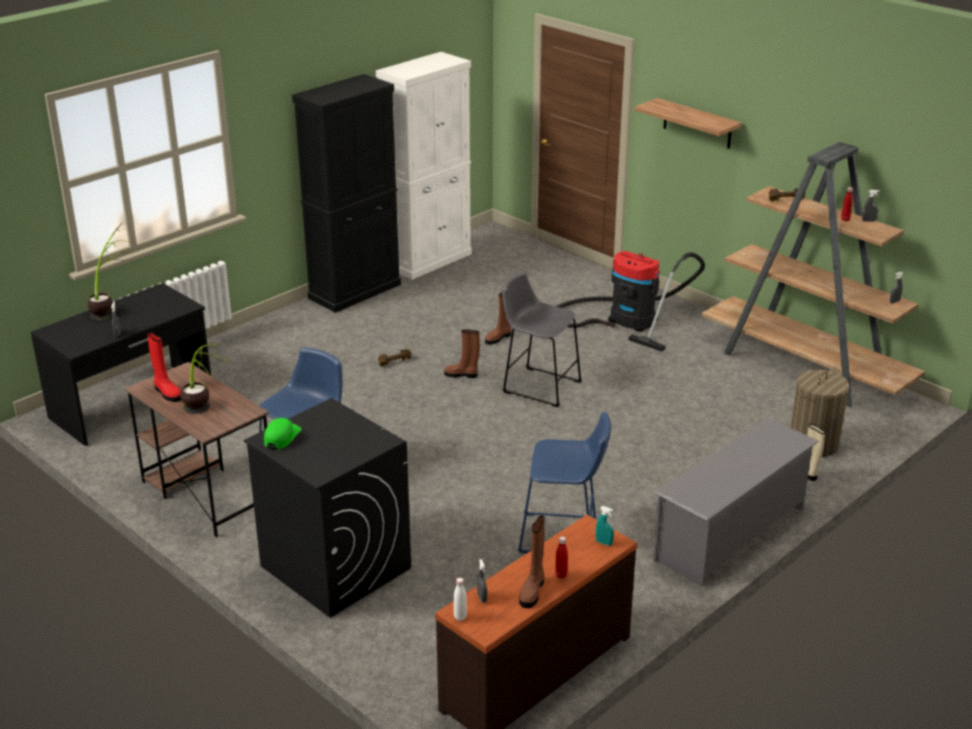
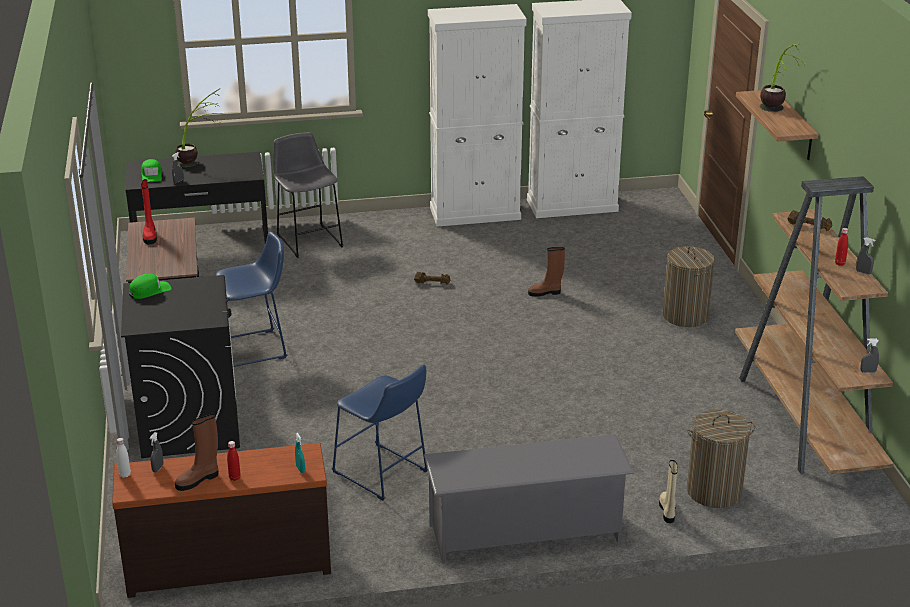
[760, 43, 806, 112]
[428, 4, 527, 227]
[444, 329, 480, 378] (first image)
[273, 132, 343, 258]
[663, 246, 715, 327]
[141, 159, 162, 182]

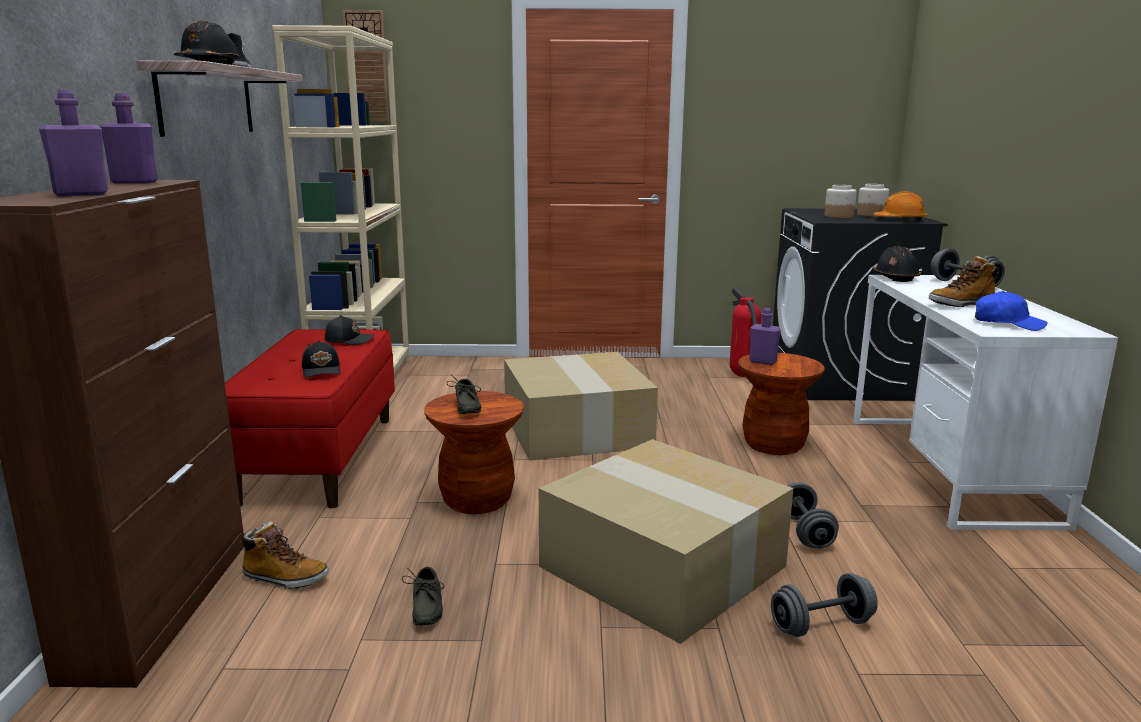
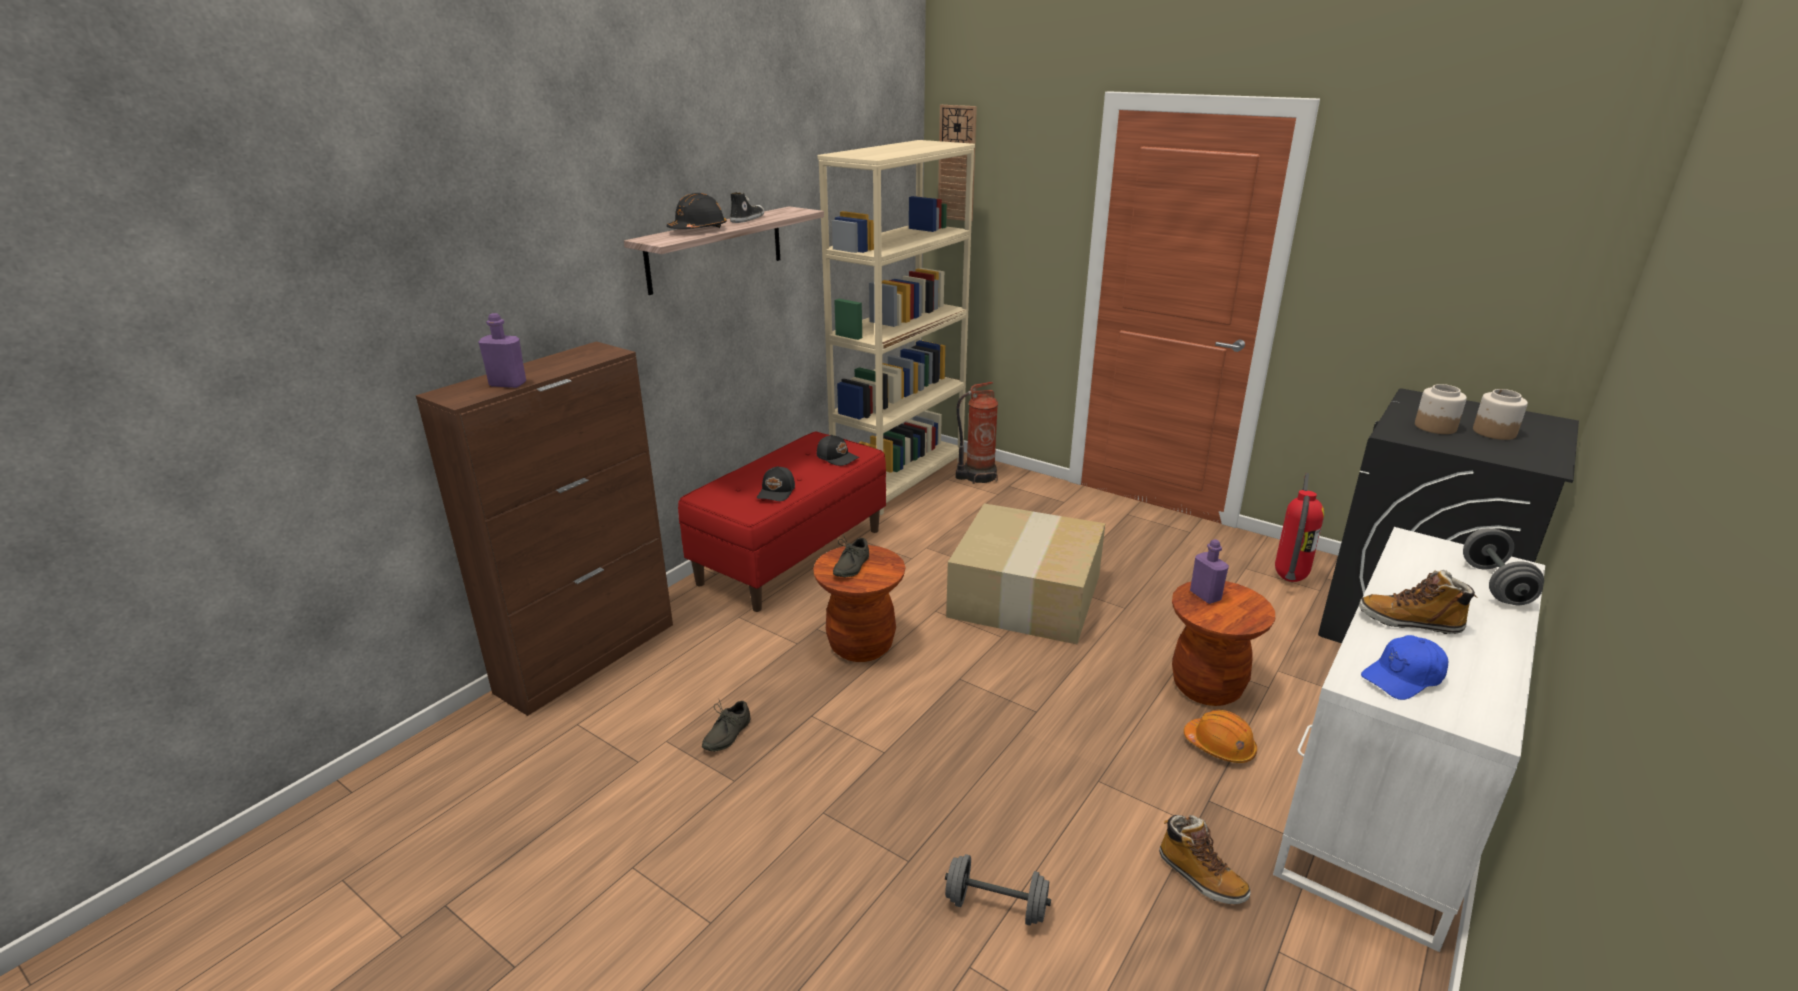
[101, 93, 158, 184] (first image)
[1159, 815, 1251, 904]
[539, 439, 794, 644] (first image)
[787, 483, 839, 549] (first image)
[872, 246, 921, 282] (first image)
[1184, 710, 1257, 763]
[1361, 635, 1448, 700]
[956, 382, 998, 484]

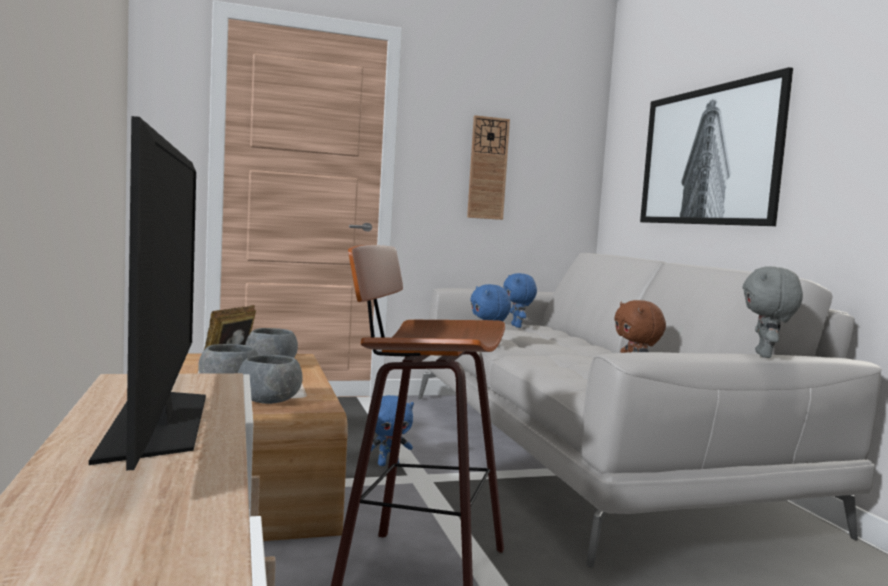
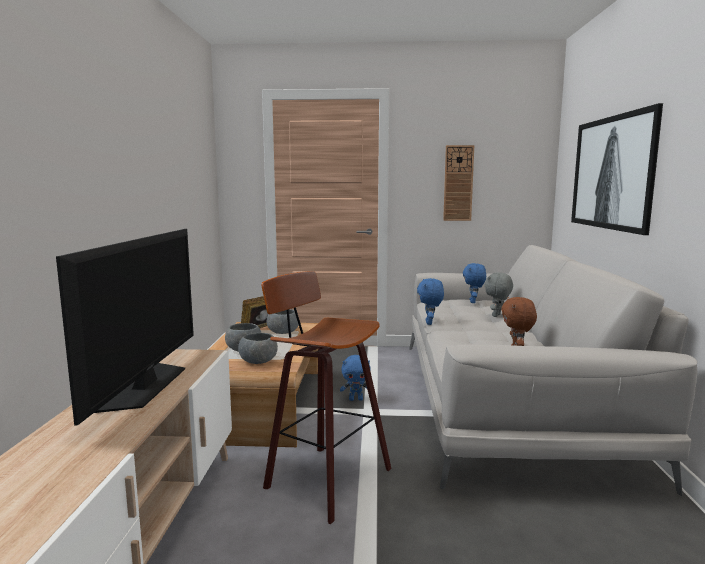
[484, 272, 513, 317]

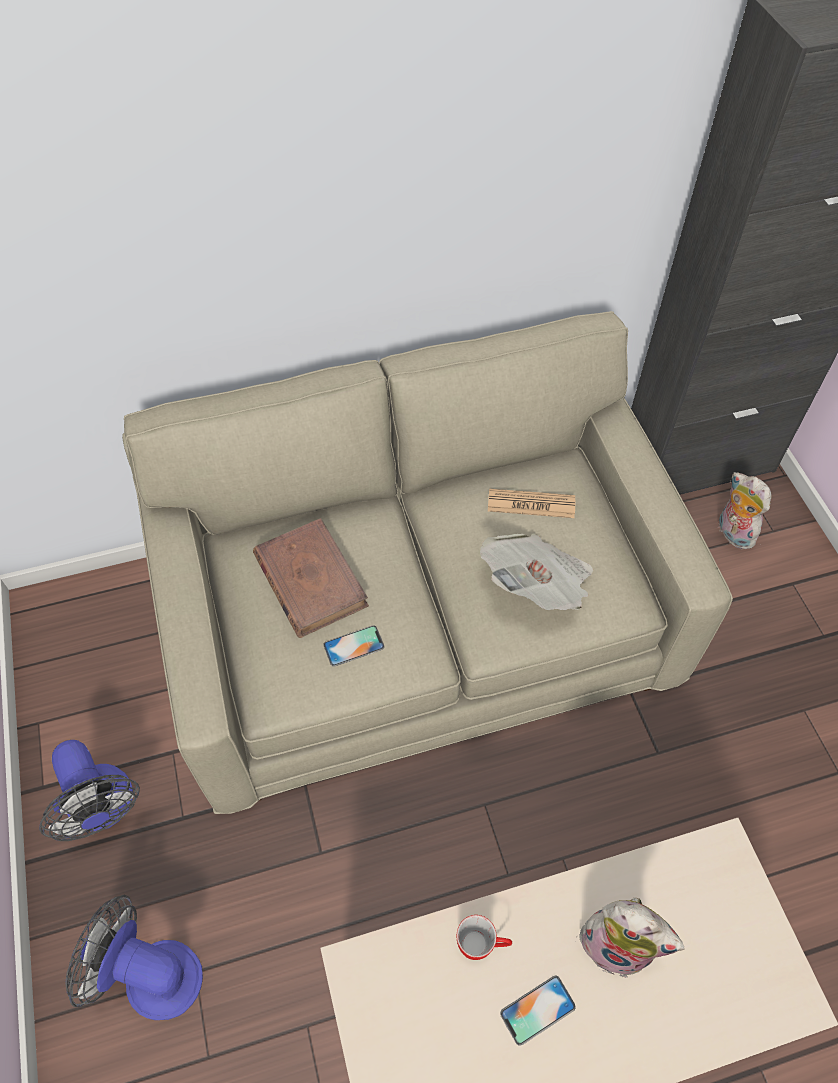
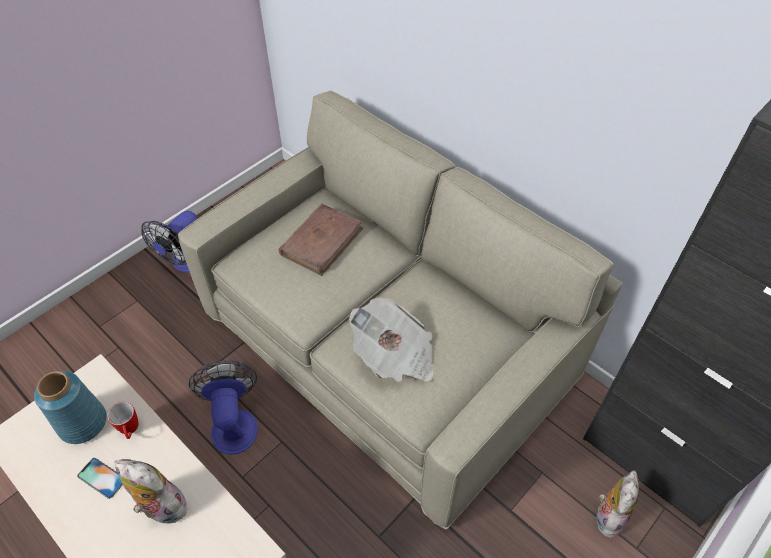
[188, 360, 258, 454]
[323, 625, 385, 667] (first image)
[488, 489, 575, 518] (first image)
[114, 459, 193, 526]
[34, 371, 107, 444]

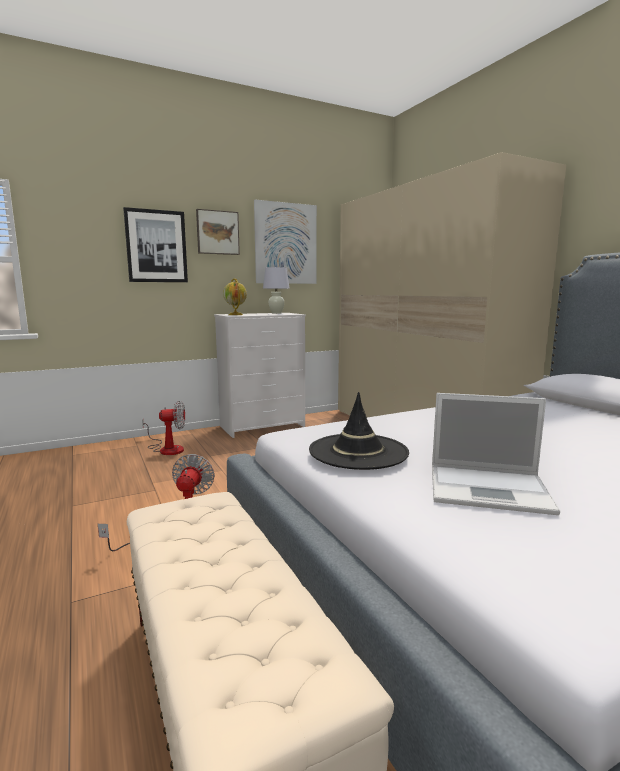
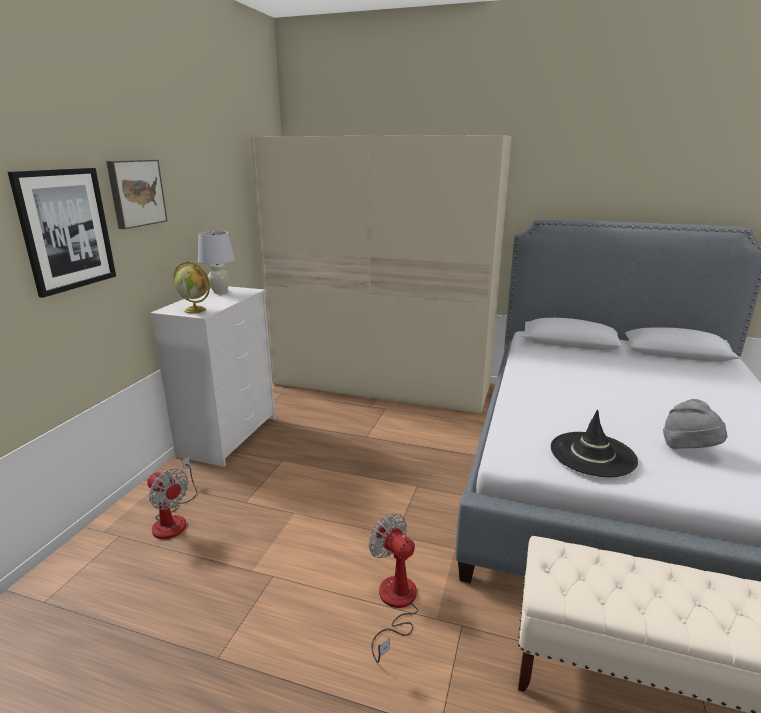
[147, 457, 197, 539]
[254, 200, 317, 284] (first image)
[663, 399, 727, 449]

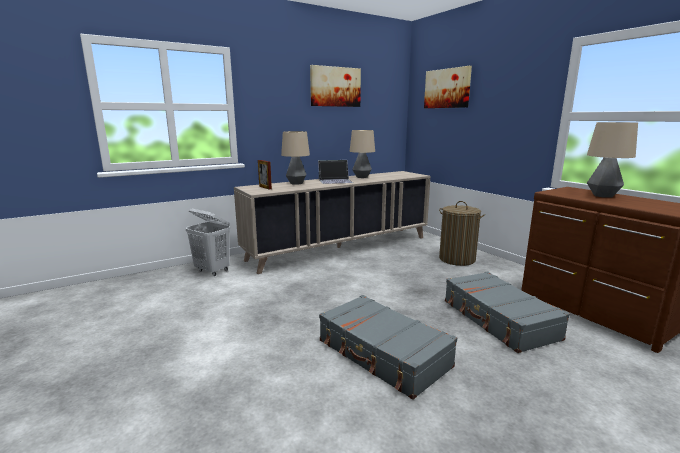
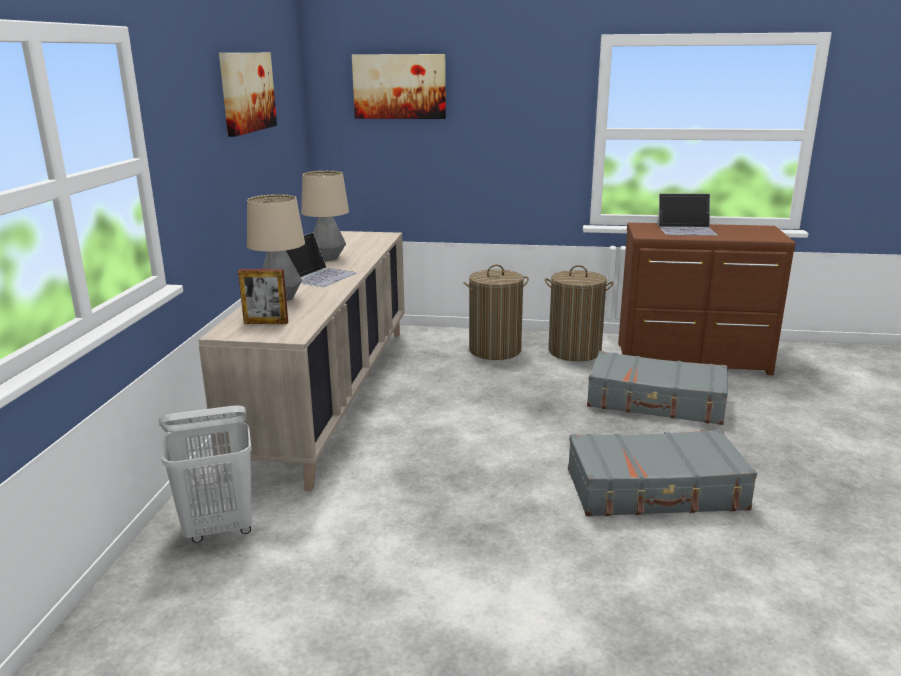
[657, 193, 718, 236]
[545, 265, 614, 361]

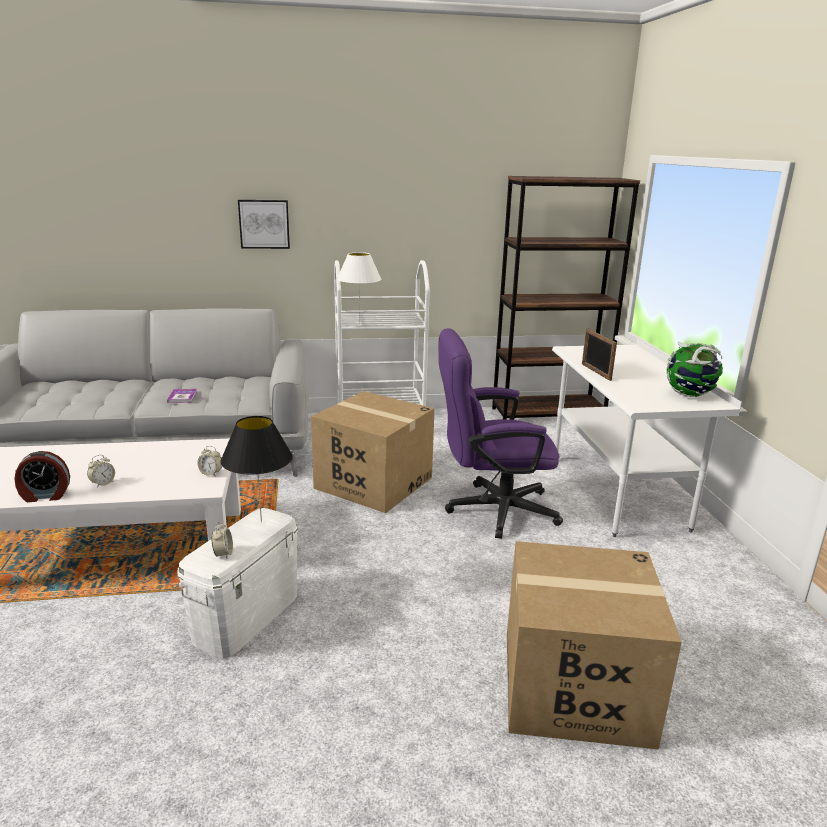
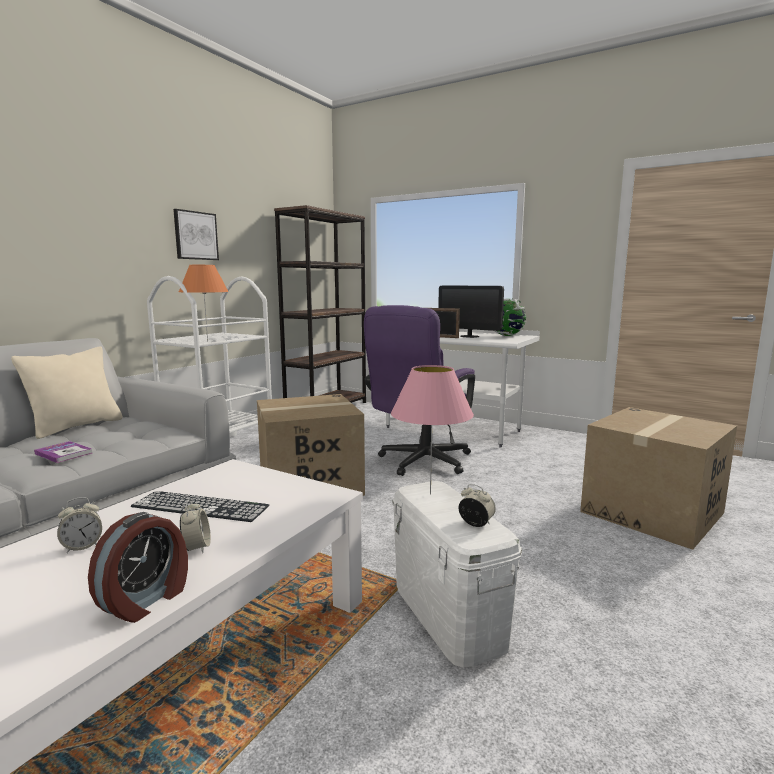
[57, 497, 102, 553]
[391, 365, 474, 494]
[173, 209, 219, 260]
[179, 265, 229, 342]
[11, 346, 123, 439]
[131, 491, 269, 522]
[438, 285, 504, 338]

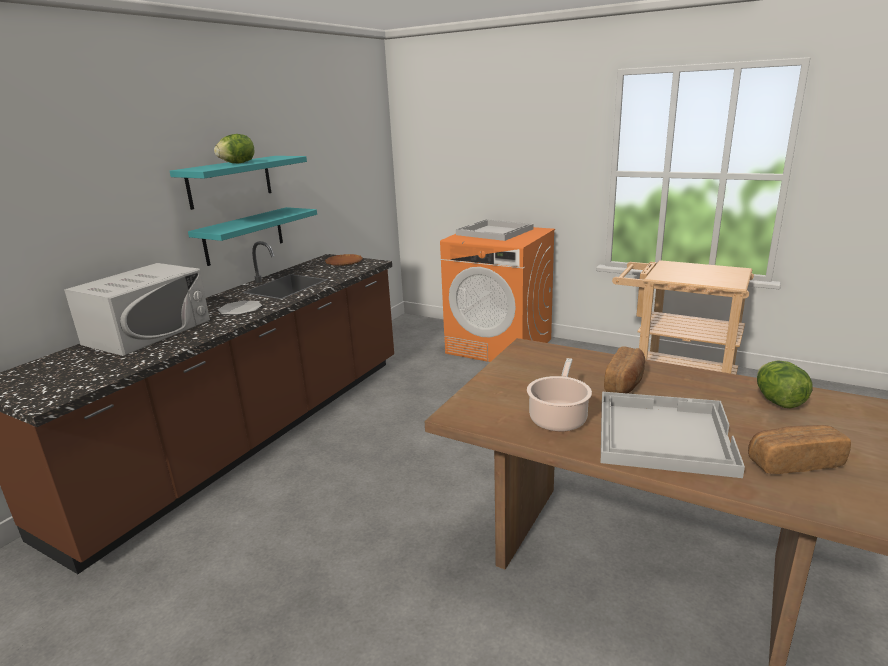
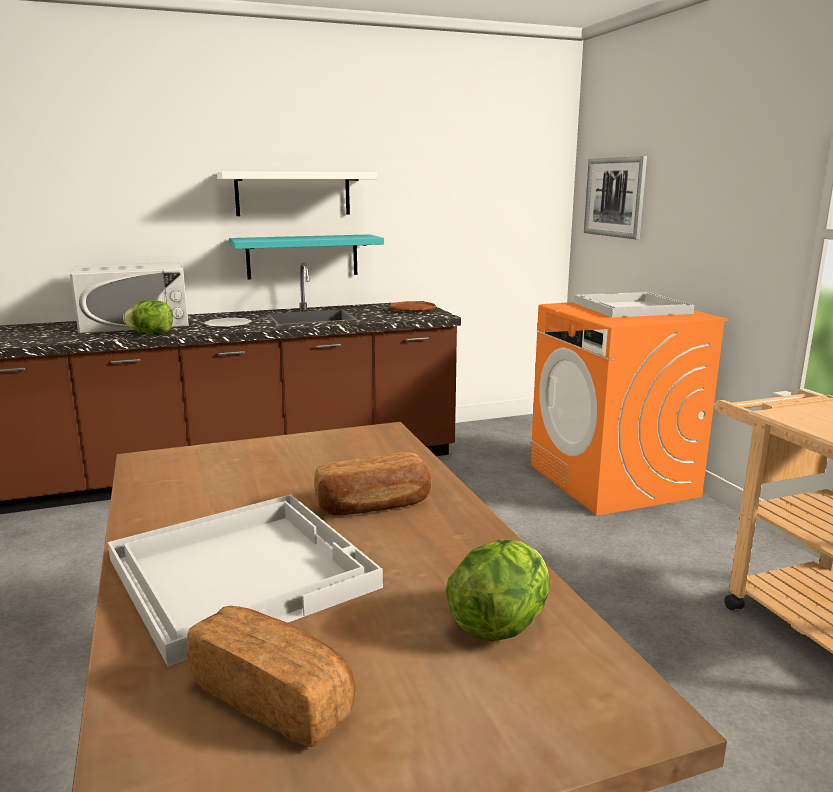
[217, 172, 377, 216]
[123, 300, 173, 335]
[527, 358, 592, 432] (first image)
[584, 156, 647, 239]

